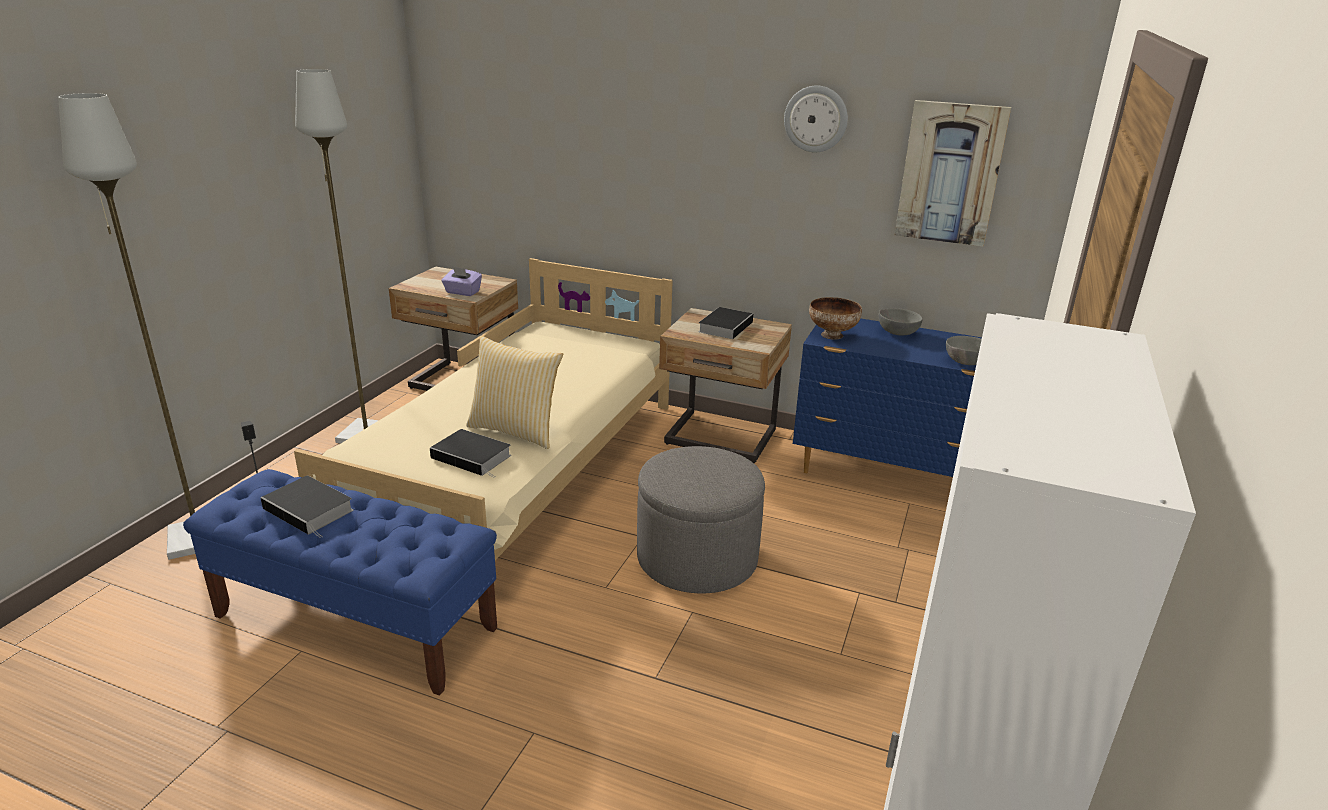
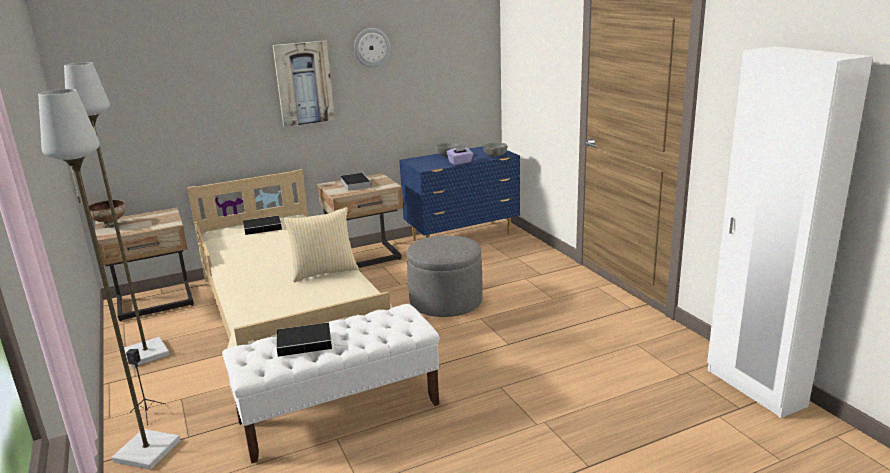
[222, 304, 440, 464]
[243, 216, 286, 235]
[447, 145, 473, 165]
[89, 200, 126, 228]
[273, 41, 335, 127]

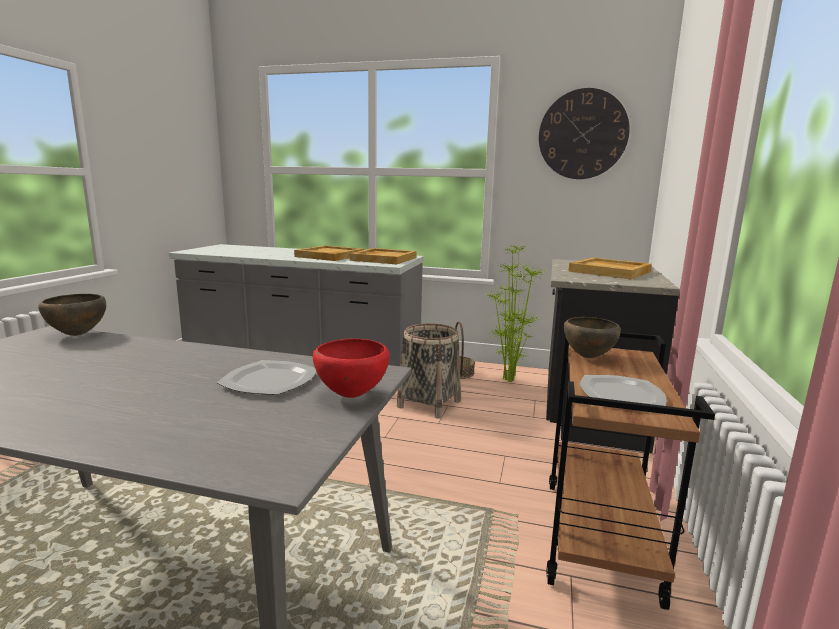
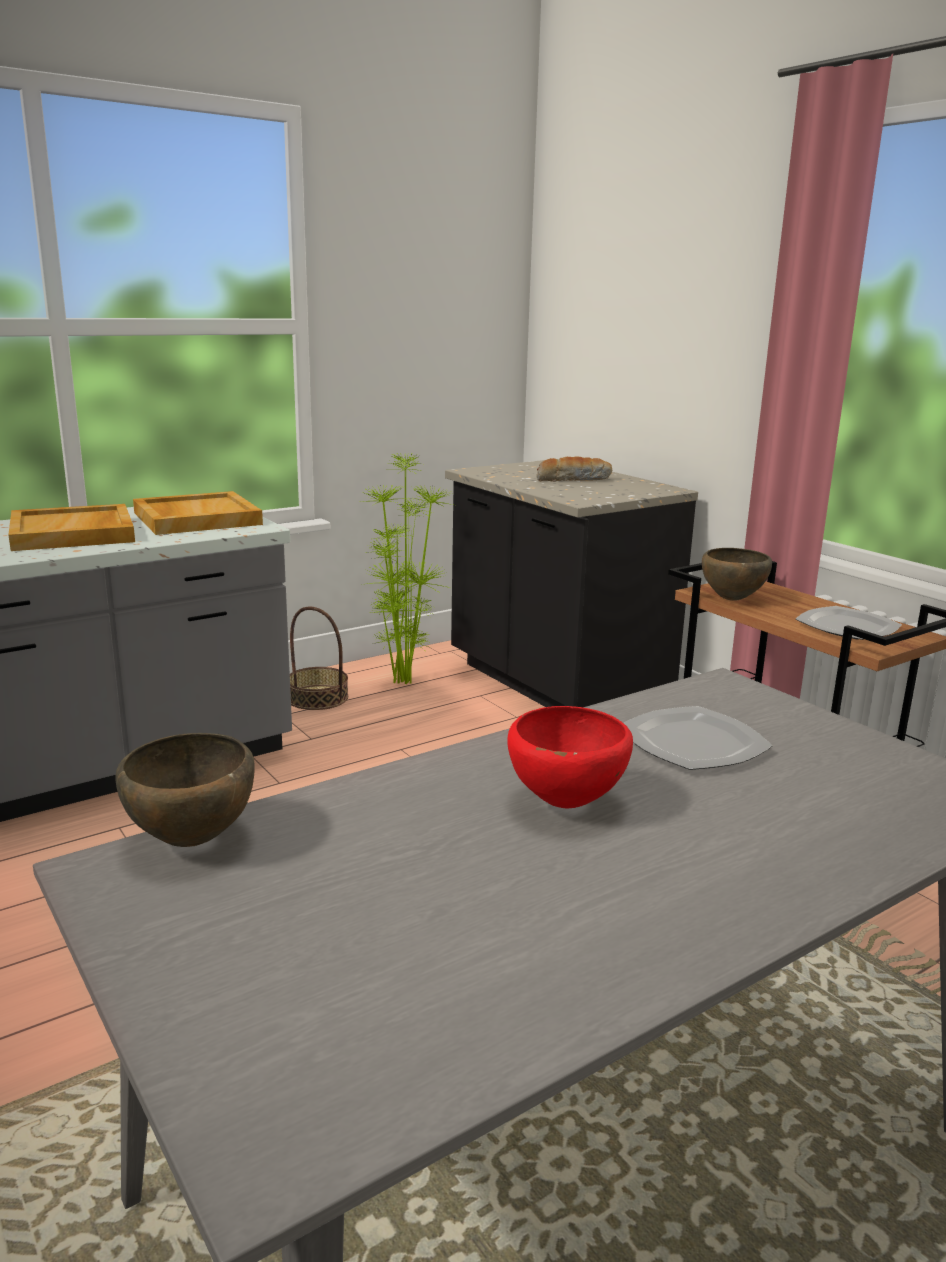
[507, 706, 633, 809]
[397, 323, 461, 419] (first image)
[539, 88, 630, 179] (first image)
[536, 456, 612, 482]

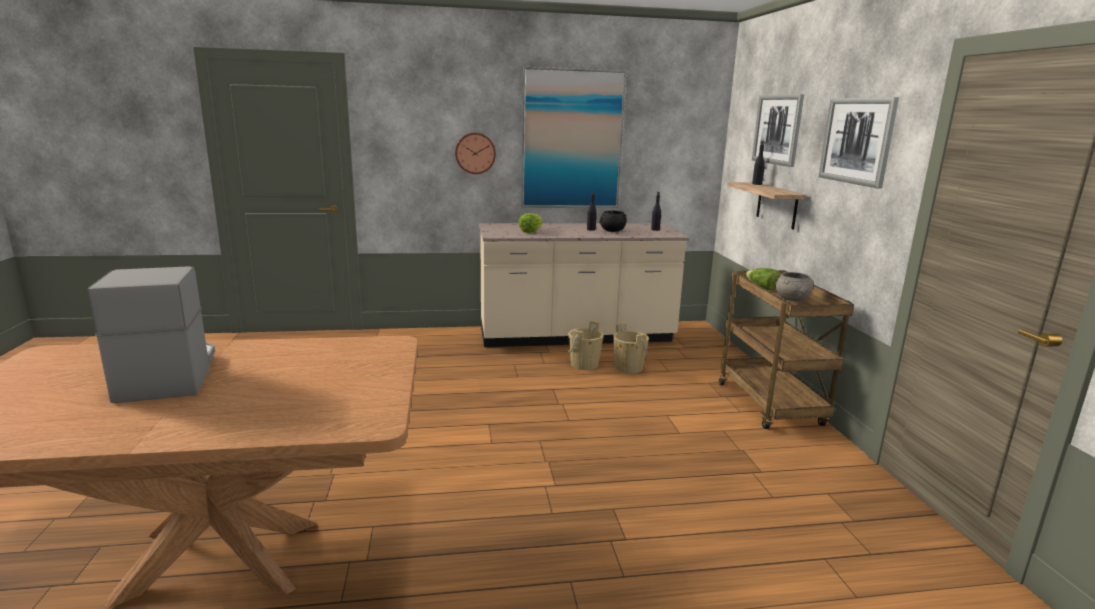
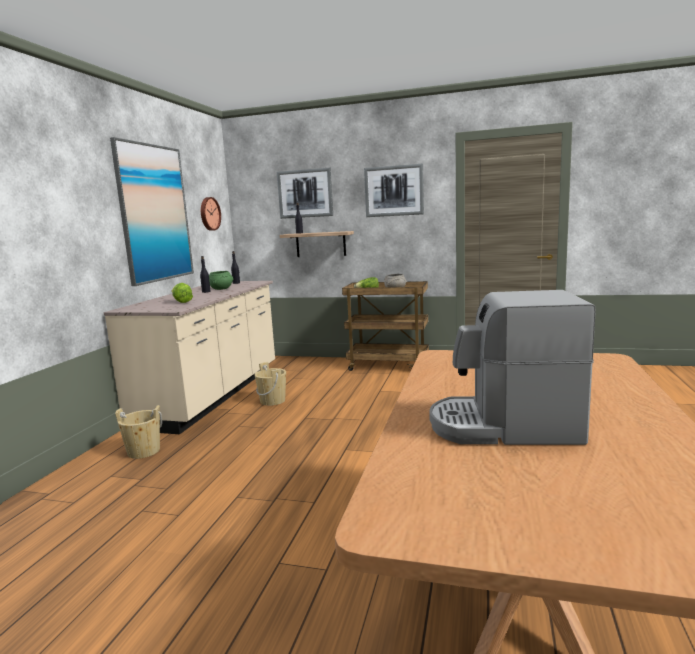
[201, 197, 221, 231]
[209, 271, 233, 290]
[115, 405, 162, 459]

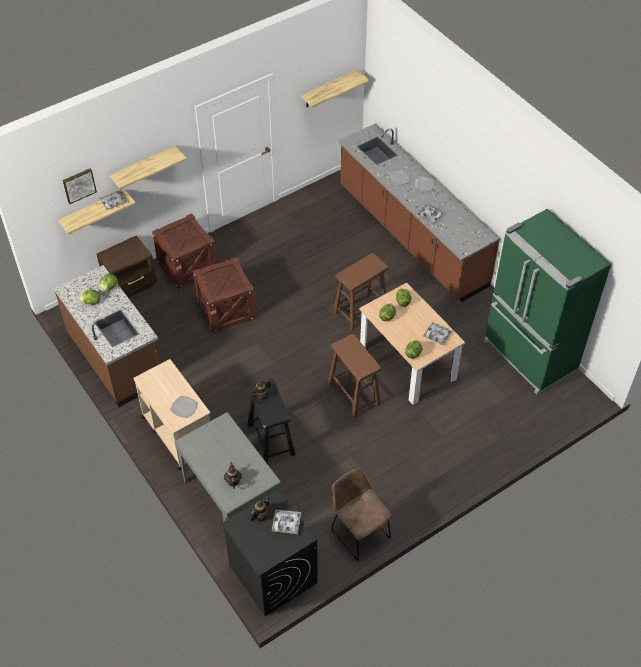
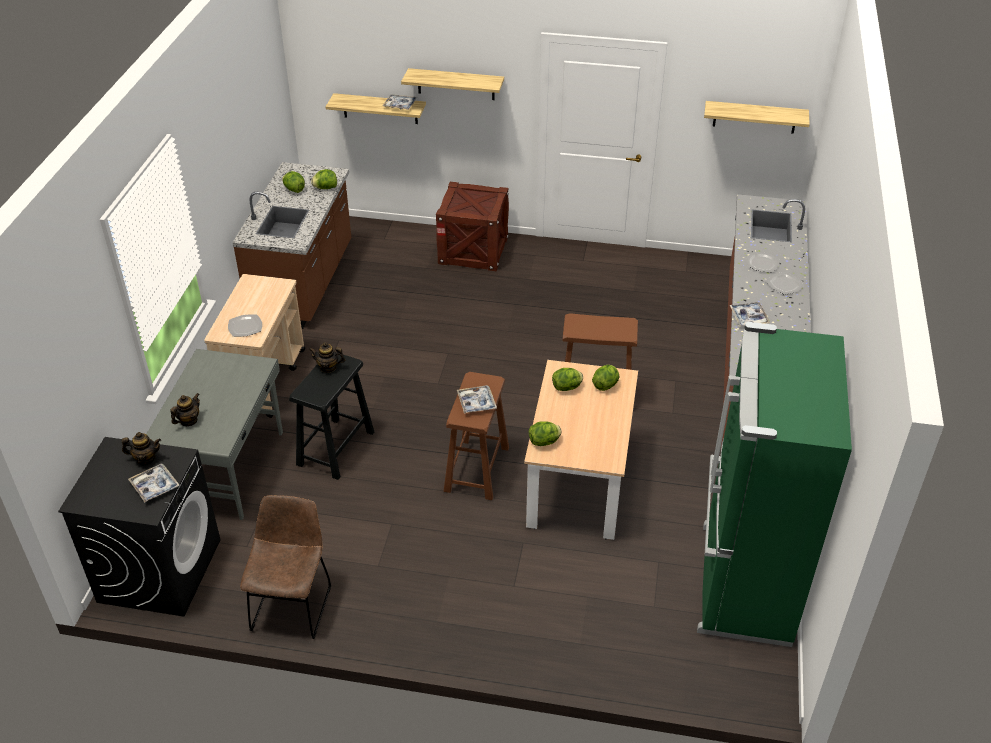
[63, 169, 97, 204] (first image)
[97, 235, 157, 298] (first image)
[193, 257, 256, 333] (first image)
[457, 385, 497, 414]

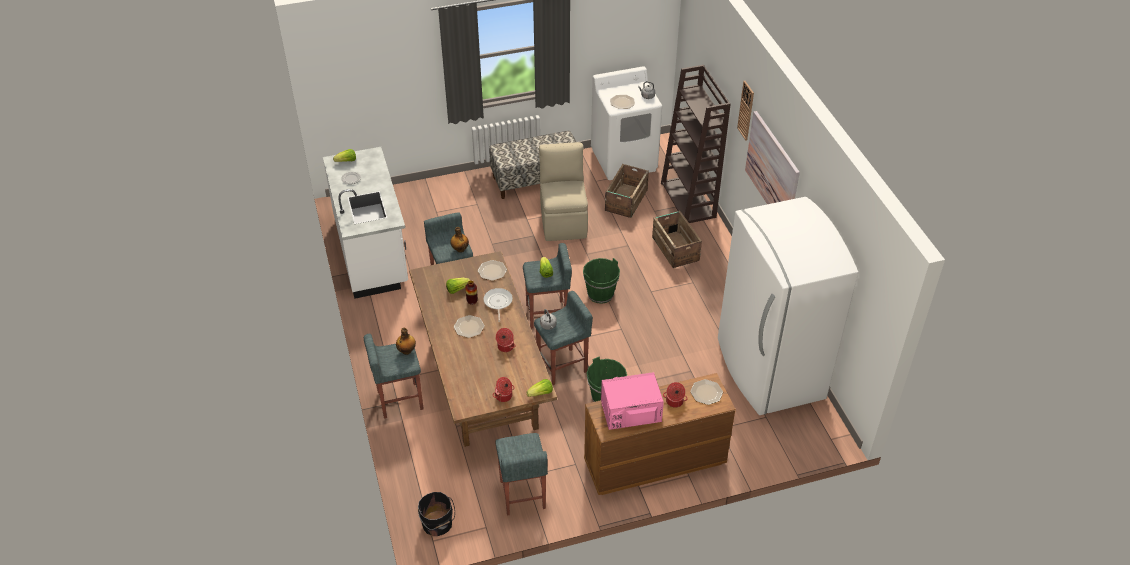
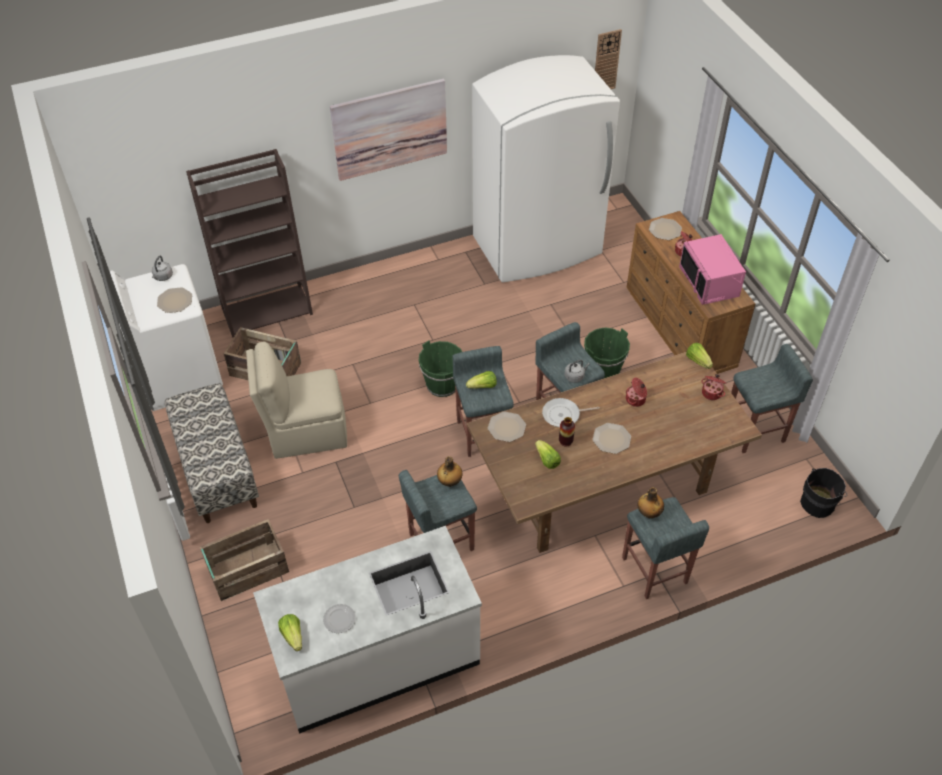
[200, 519, 289, 601]
[595, 29, 622, 89]

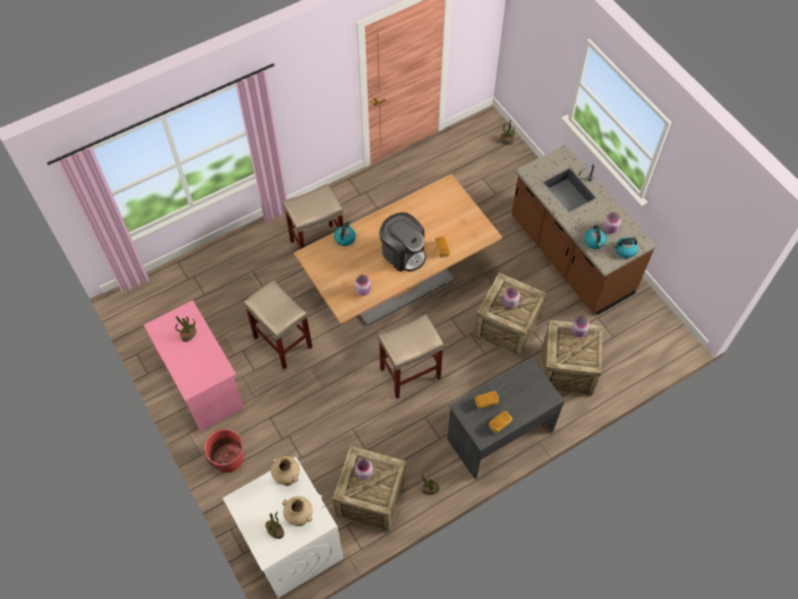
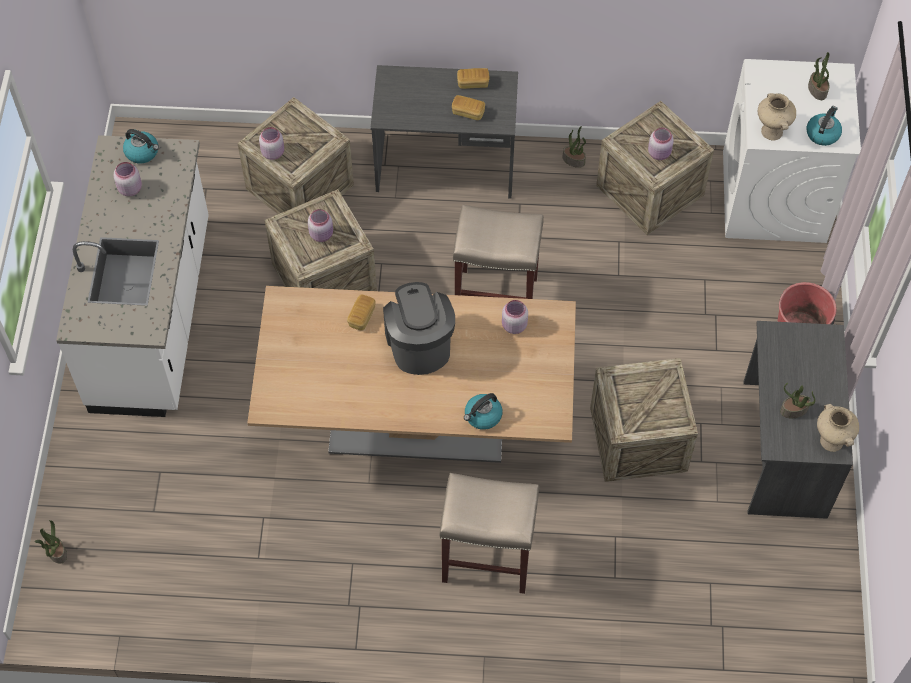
[743, 321, 853, 519]
[590, 358, 698, 482]
[817, 404, 859, 452]
[56, 135, 209, 417]
[807, 106, 842, 146]

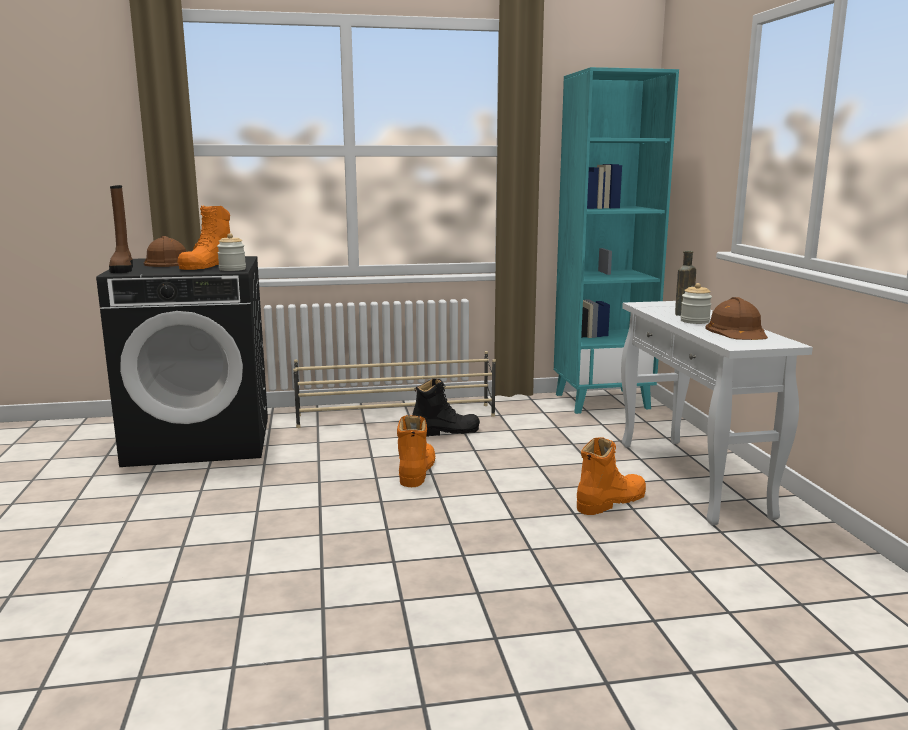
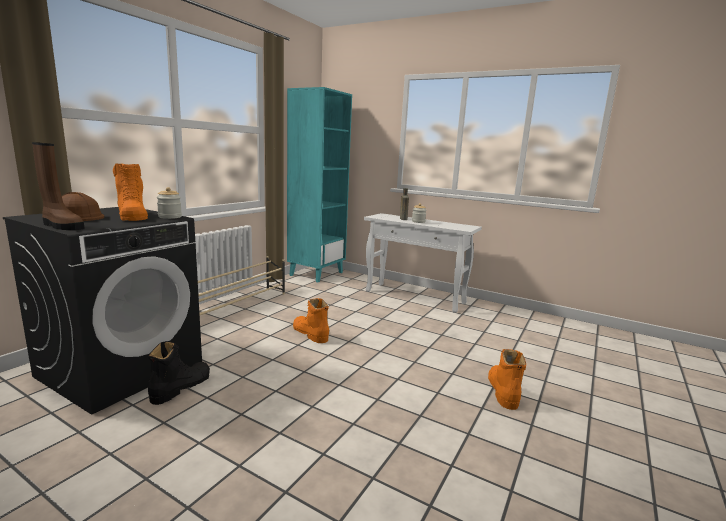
[148, 341, 210, 405]
[488, 349, 526, 410]
[705, 297, 768, 340] (first image)

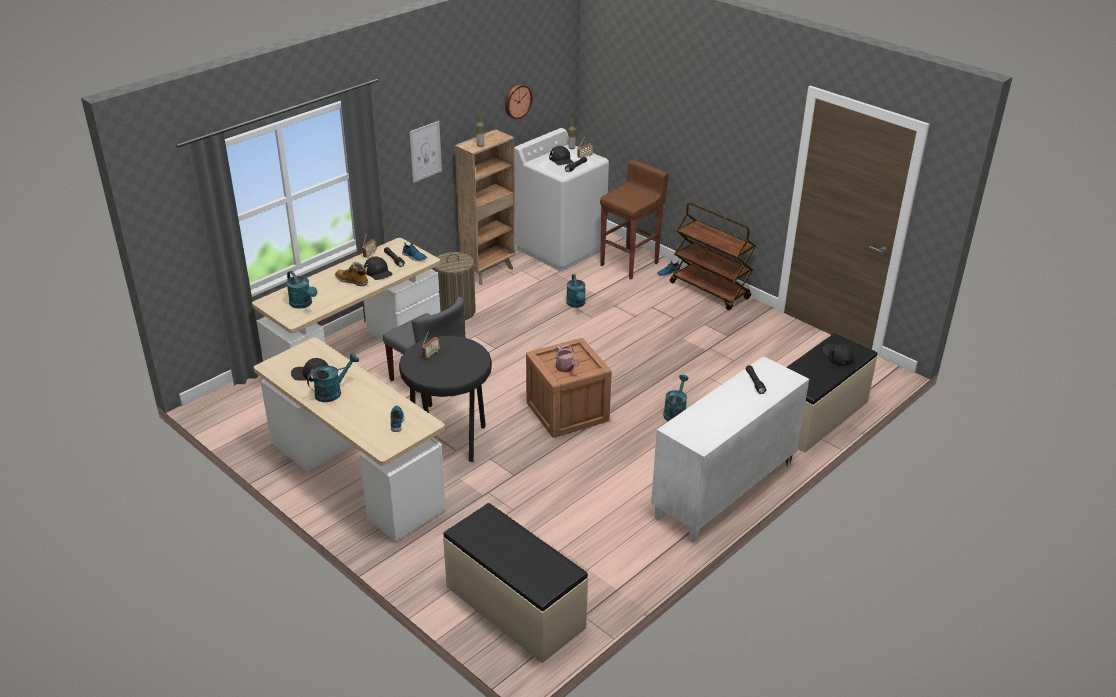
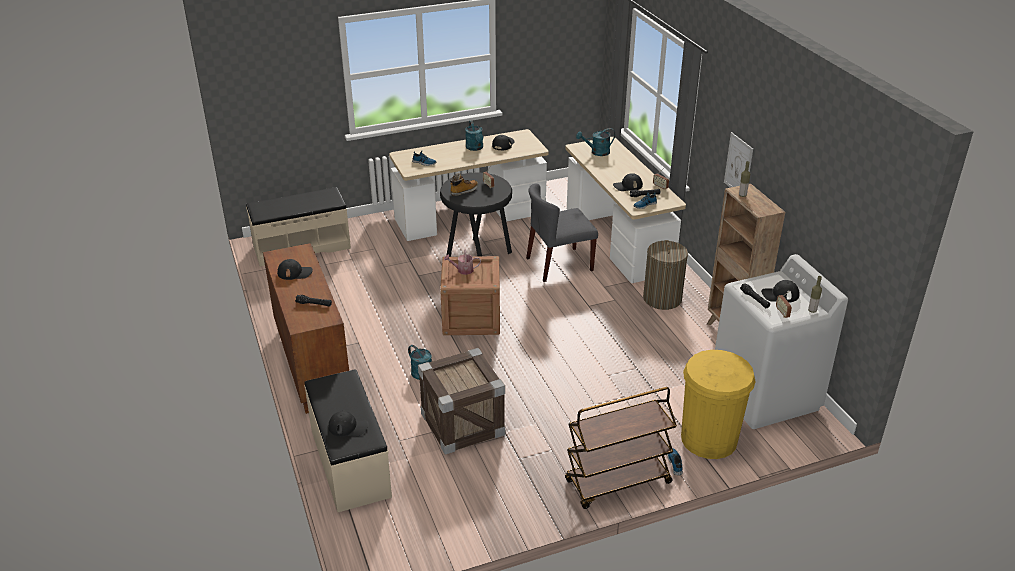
[450, 173, 478, 196]
[505, 84, 532, 119] (first image)
[566, 274, 586, 308] (first image)
[681, 350, 756, 459]
[263, 243, 349, 414]
[277, 259, 313, 280]
[418, 348, 505, 455]

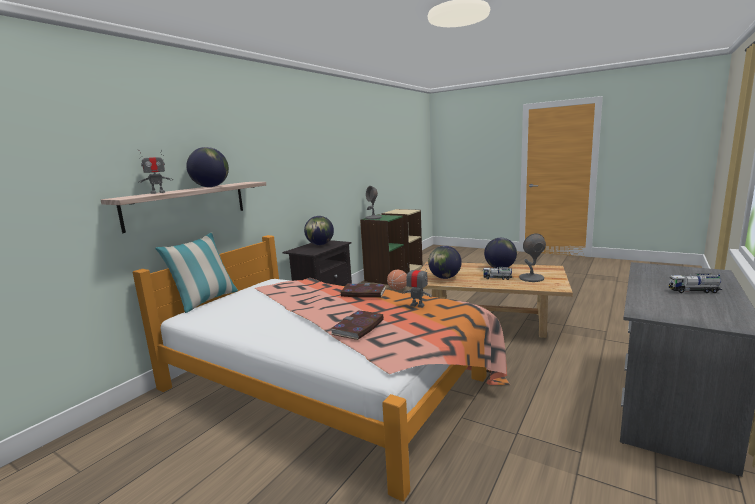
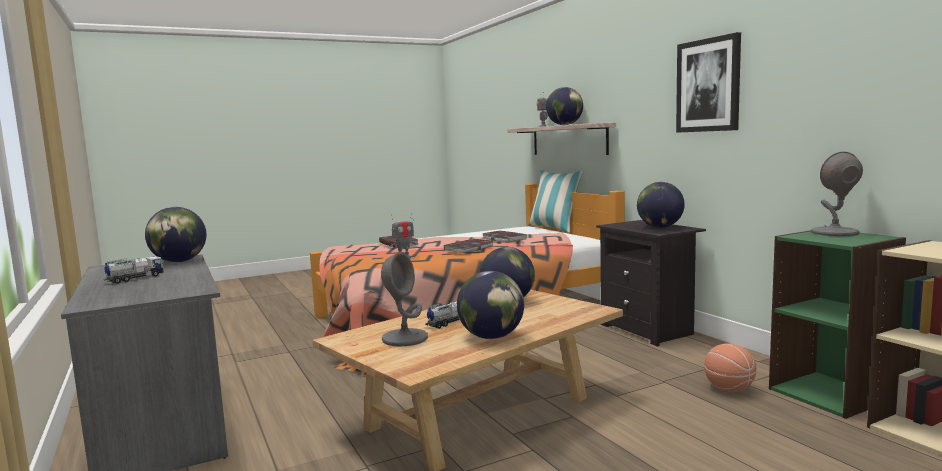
[145, 207, 206, 262]
[482, 231, 527, 243]
[676, 32, 741, 133]

